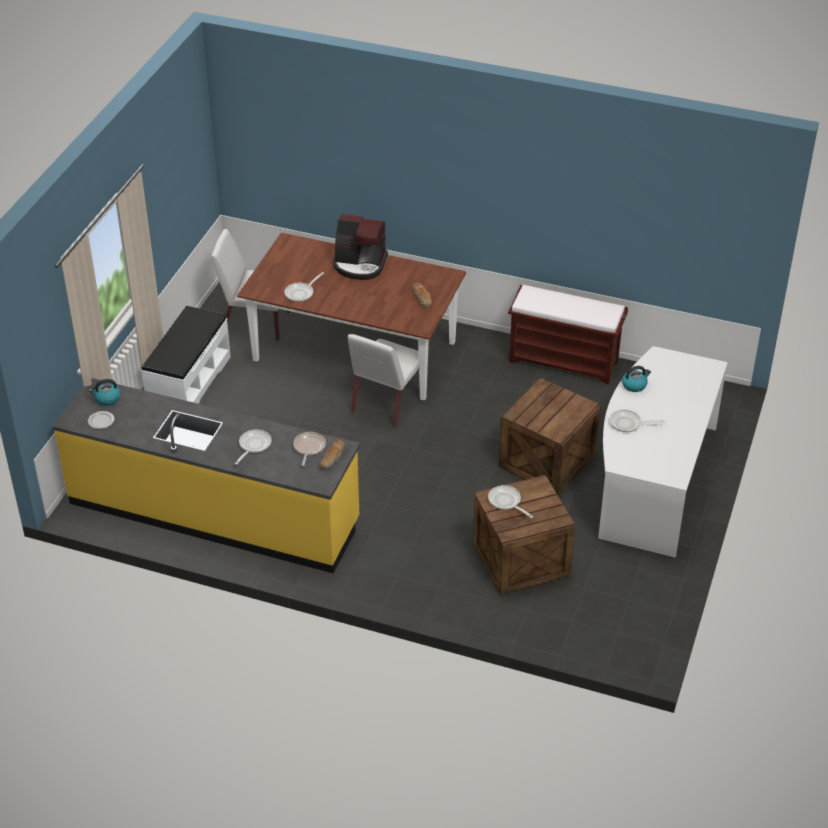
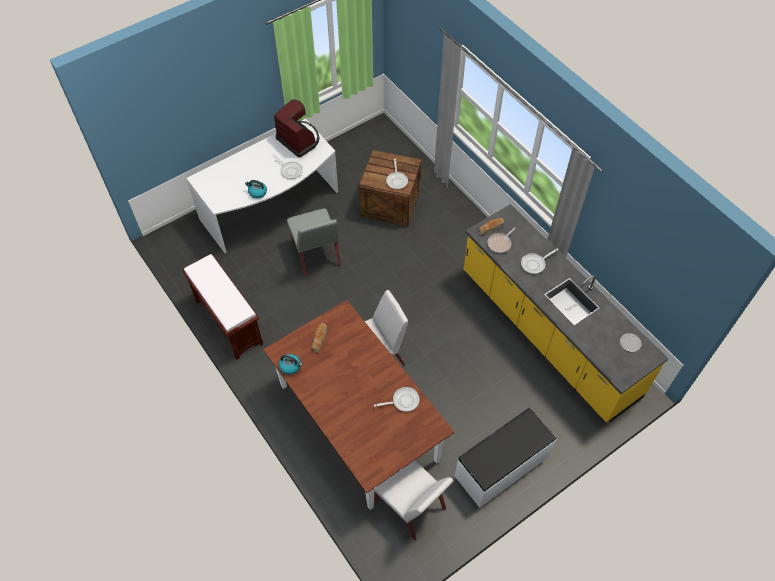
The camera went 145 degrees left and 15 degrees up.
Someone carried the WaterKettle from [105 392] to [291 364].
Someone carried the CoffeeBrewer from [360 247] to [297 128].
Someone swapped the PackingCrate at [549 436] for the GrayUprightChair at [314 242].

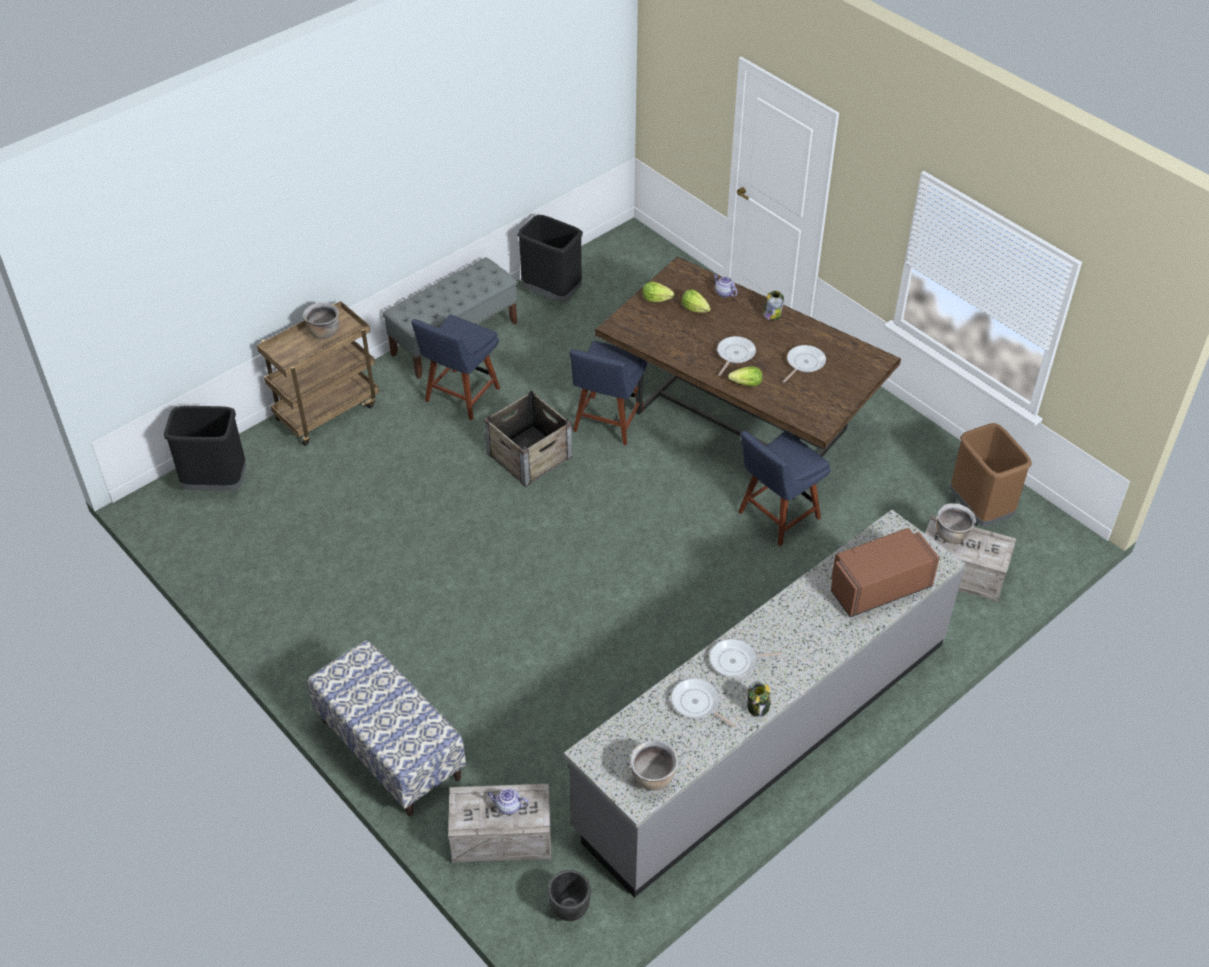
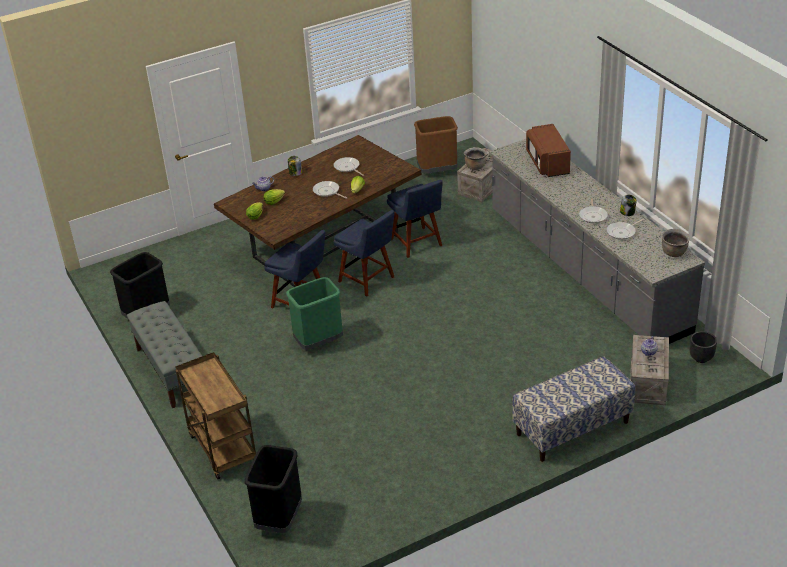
The camera went 75 degrees left and 10 degrees down.
Someone took away the BrownColouredStockpot at [321 321].
Someone carried the BlueUprightChair from [455 367] to [364 253].
Someone swapped the PackingCrate at [528 438] for the GreenishWasteBin at [314 313].

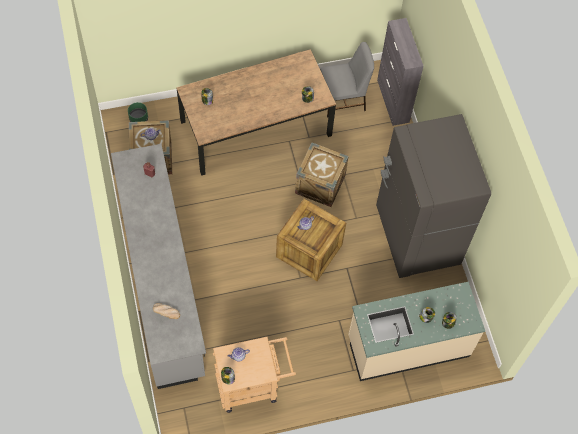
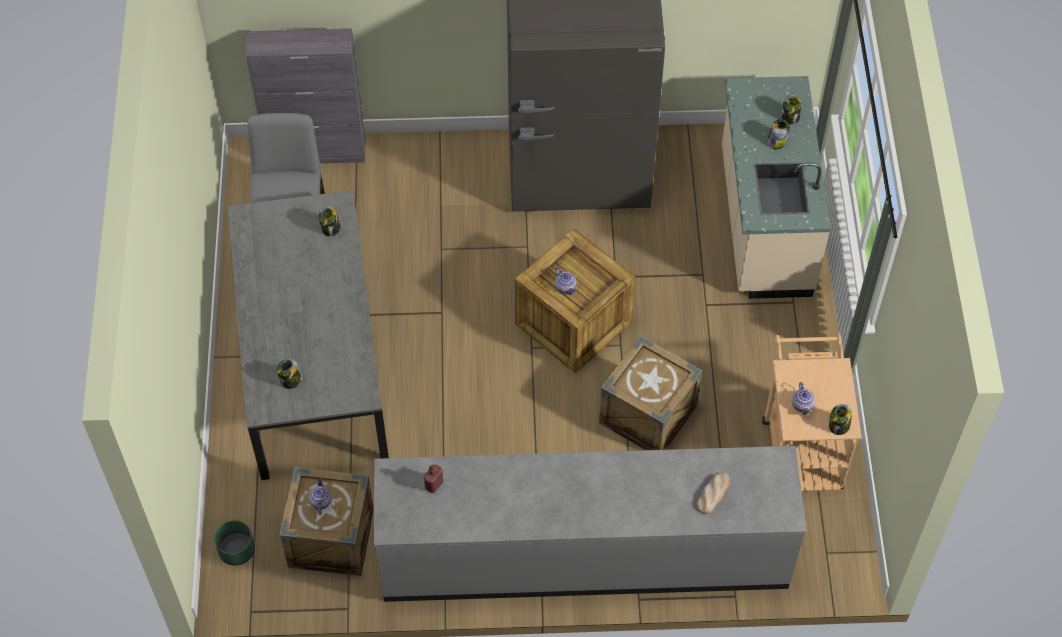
The camera went 75 degrees left and 5 degrees down.
Someone repainted the BrownColouredDiningTable at [256 112], which became the GrayDiningTable at [308 335].
Someone carried the PackingCrate from [322 174] to [650 393].

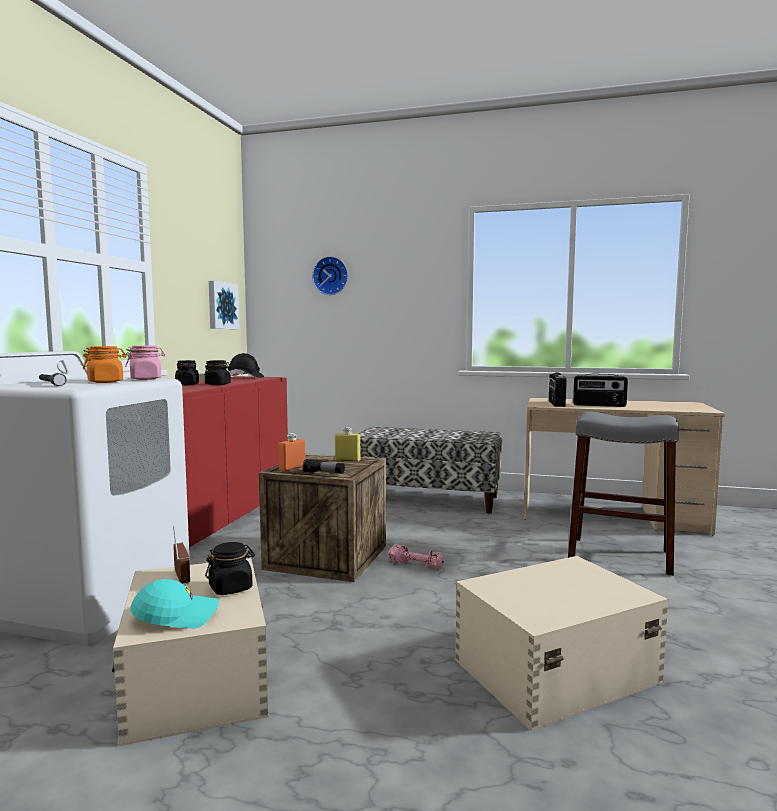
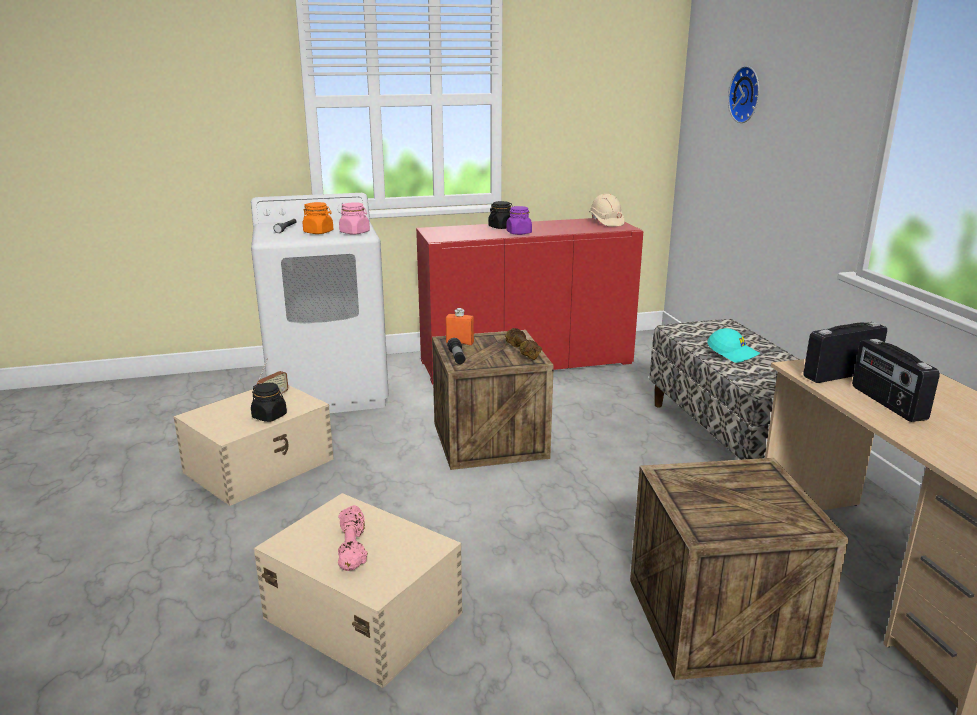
The camera went 60 degrees right and 15 degrees up.
Someone carried the TurquoiseColouredPeakedCap from [174 604] to [733 345].
Someone repainted the BlackJar at [217 372], which became the PurplishJar at [519 220].
Someone took away the WallPicture at [224 305].
Someone repainted the BlackHardHat at [246 365], which became the BeigeHardHat at [606 210].
Someone swapped the YellowColouredBeverageBottle at [348 444] for the BrownColouredHandWeight at [523 344].
Someone carried the PinkColouredHandWeight from [416 557] to [353 538].
Someone swapped the GraySittingStool at [623 493] for the PackingCrate at [739 569].

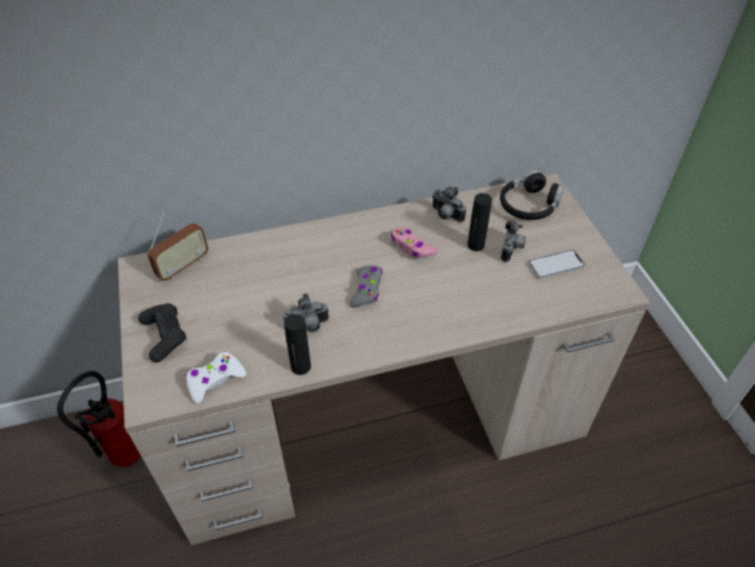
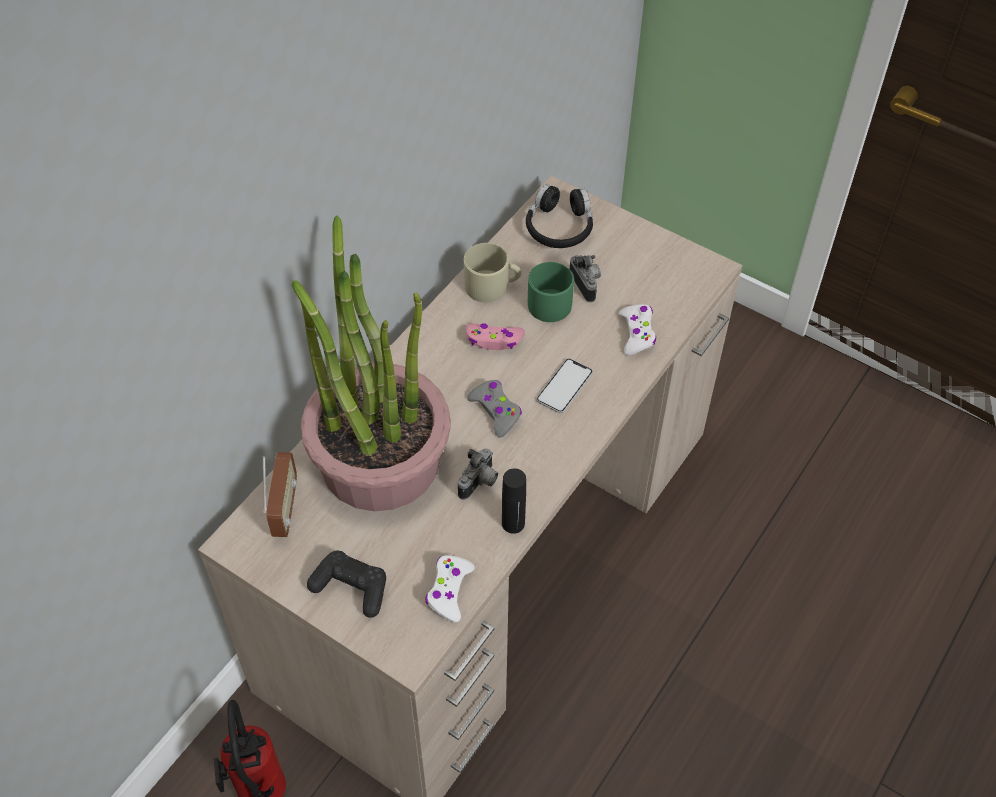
The camera went 40 degrees left and 5 degrees up.
Someone swapped the StillCamera at [449 204] for the BeigeTeaMug at [492 273].
Someone swapped the BlackBeverageBottle at [479 222] for the GreenishTeaMug at [551 292].
Someone carried the Phone from [556 264] to [564 386].
Someone put down the PottedPlant at [371 363].
Someone put down the WhiteColouredGameController at [637 330].

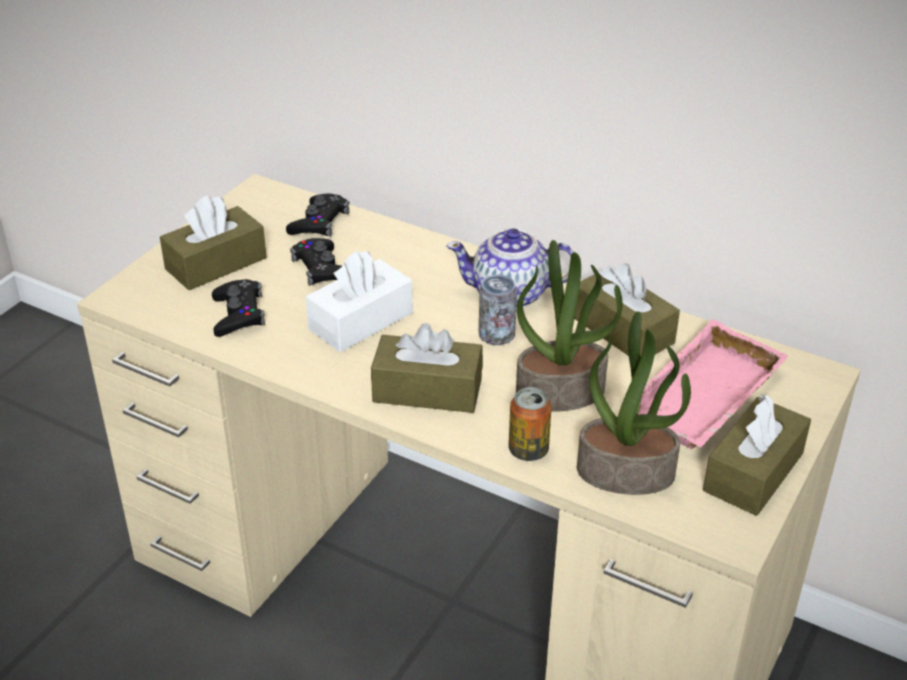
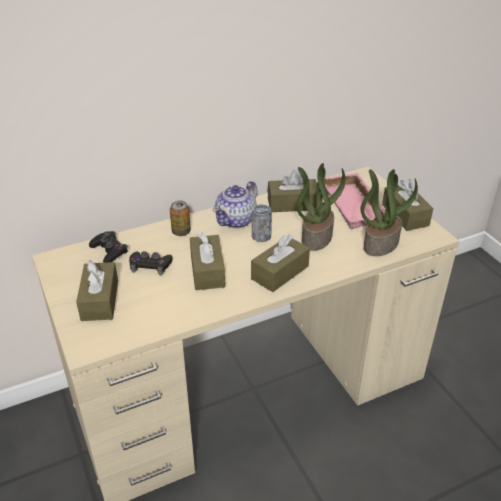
The camera went 55 degrees left and 0 degrees up.
Someone took away the BlackGameController at [238 308].
Someone repainted the WhiteColouredBoxOfTissues at [359 301], which became the BrownColouredBoxOfTissues at [207 261].
Someone carried the SealedCan from [530 424] to [180 218].

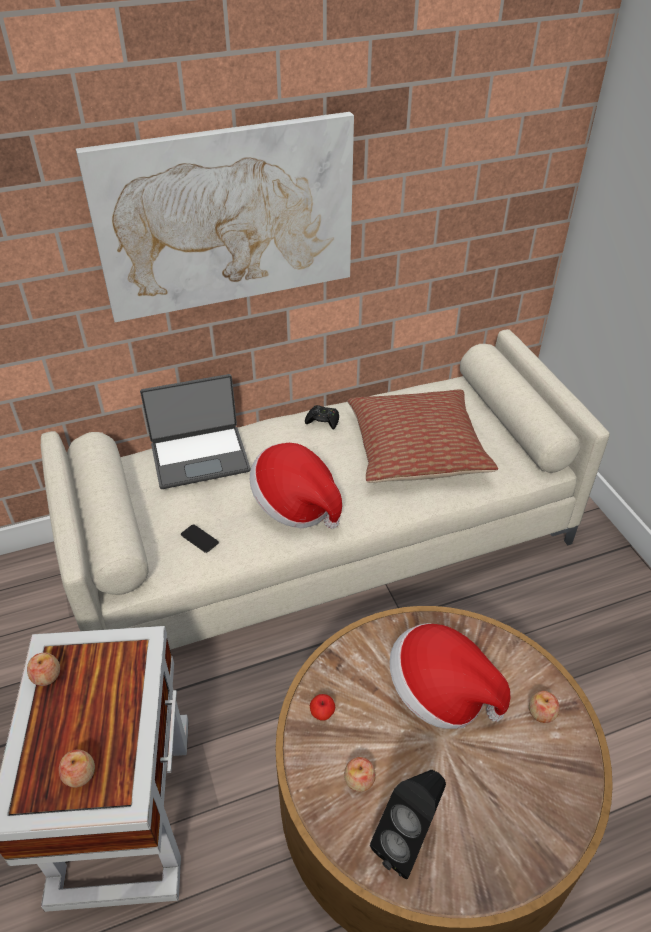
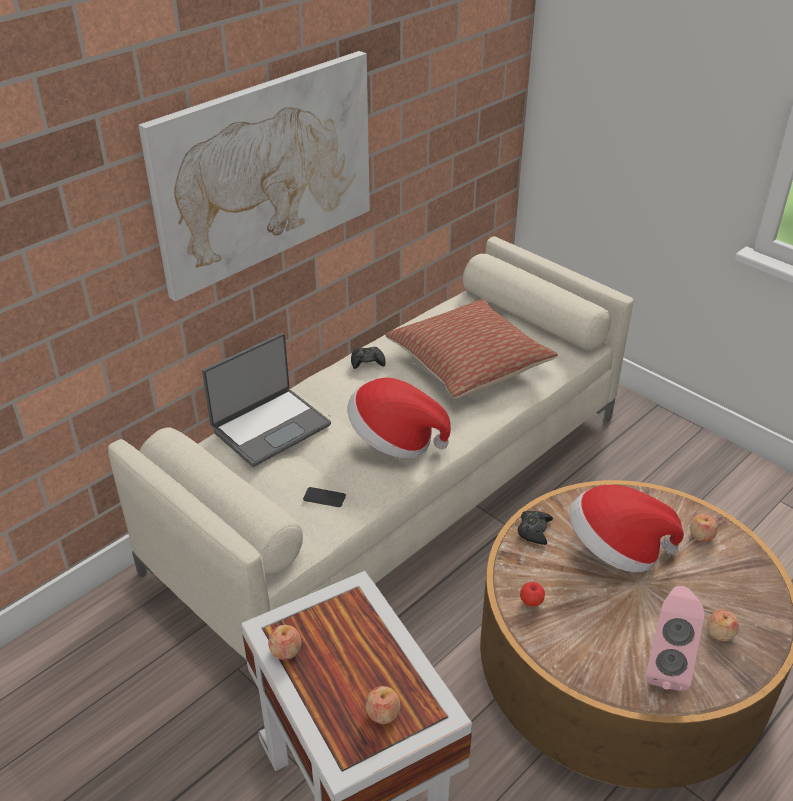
The camera went 25 degrees left and 5 degrees down.
Someone carried the WholeApple from [360 774] to [723 626].
Someone repainted the BlackAudioSpeaker at [408 824], which became the PinkColouredAudioSpeaker at [674 638].
Someone put down the BlackGameController at [535 528].

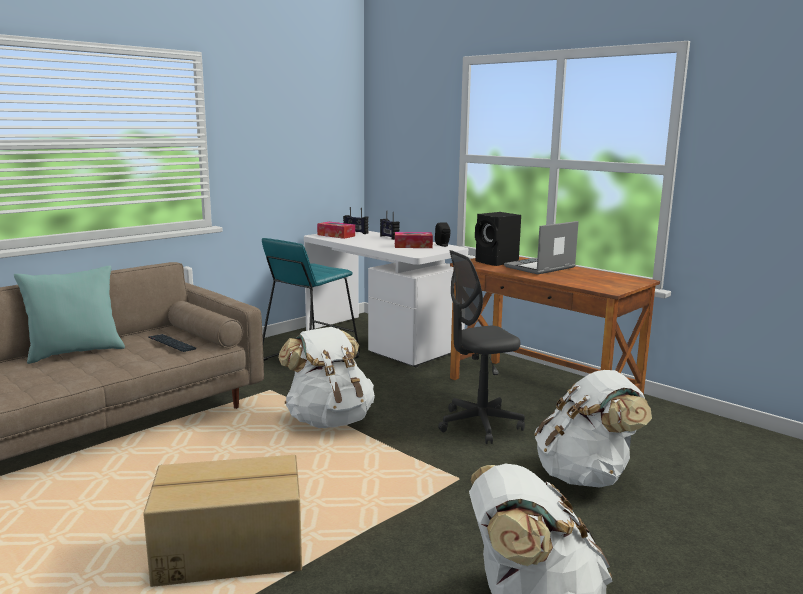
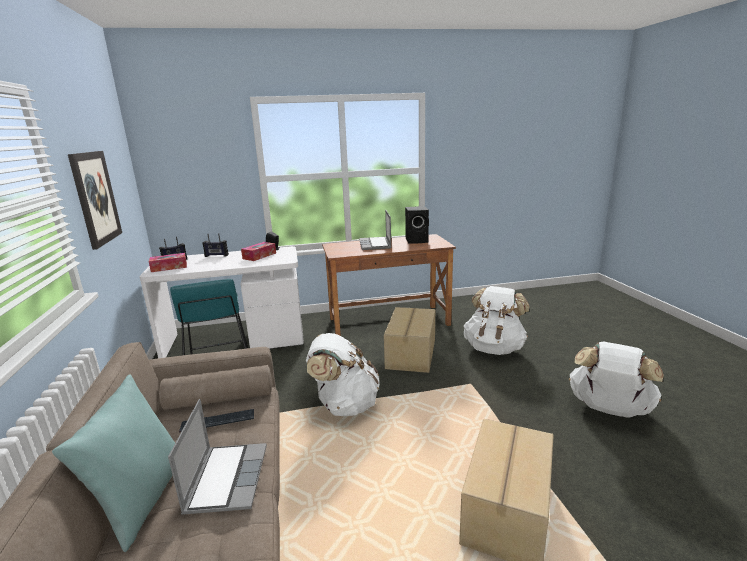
The camera went 55 degrees left and 5 degrees up.
Someone swapped the GrayOfficeChair at [481 347] for the CardboardBox at [409 340].
Someone carried the BlackAudioSpeaker from [498 239] to [417 225].
Someone put up the WallPicture at [95 200].
Someone put down the NotebookComputer at [217 457].

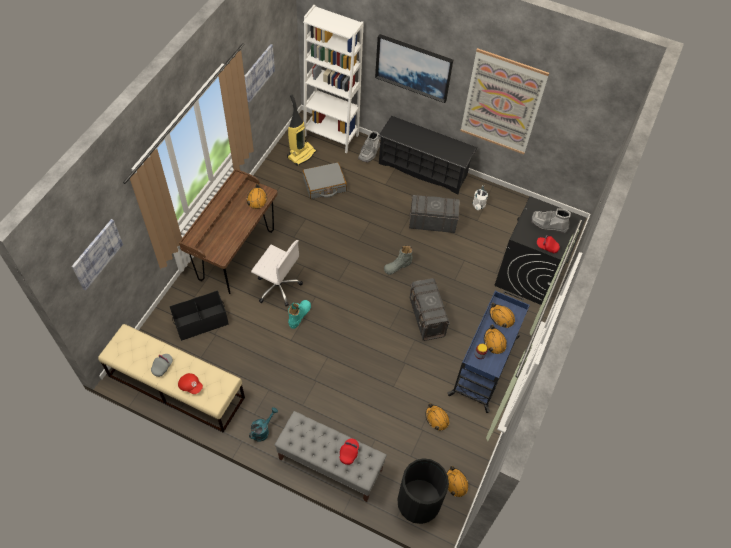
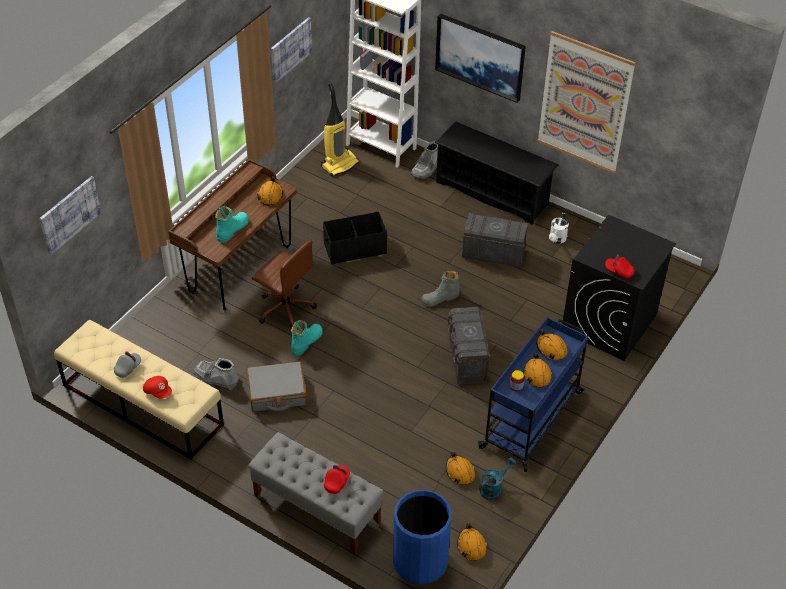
The camera went 10 degrees right and 10 degrees down.
Someone carried the BlackStorageBin from [199 315] to [355 237].
Someone carried the TurquoiseColouredWateringPot from [263 424] to [497 478].
Someone repainted the WhiteColouredOfficeChair at [277 273], which became the BrownColouredOfficeChair at [284 284].
Someone carried the GrayTravelCase from [324 180] to [276 386].
Someone repainted the BlackWasteBin at [423 491], which became the BlueWasteBin at [422 537].
Someone carried the GrayHighTopBoot from [551 221] to [216 374].
Someone put down the TurquoiseColouredHighTopBoot at [232 224].

